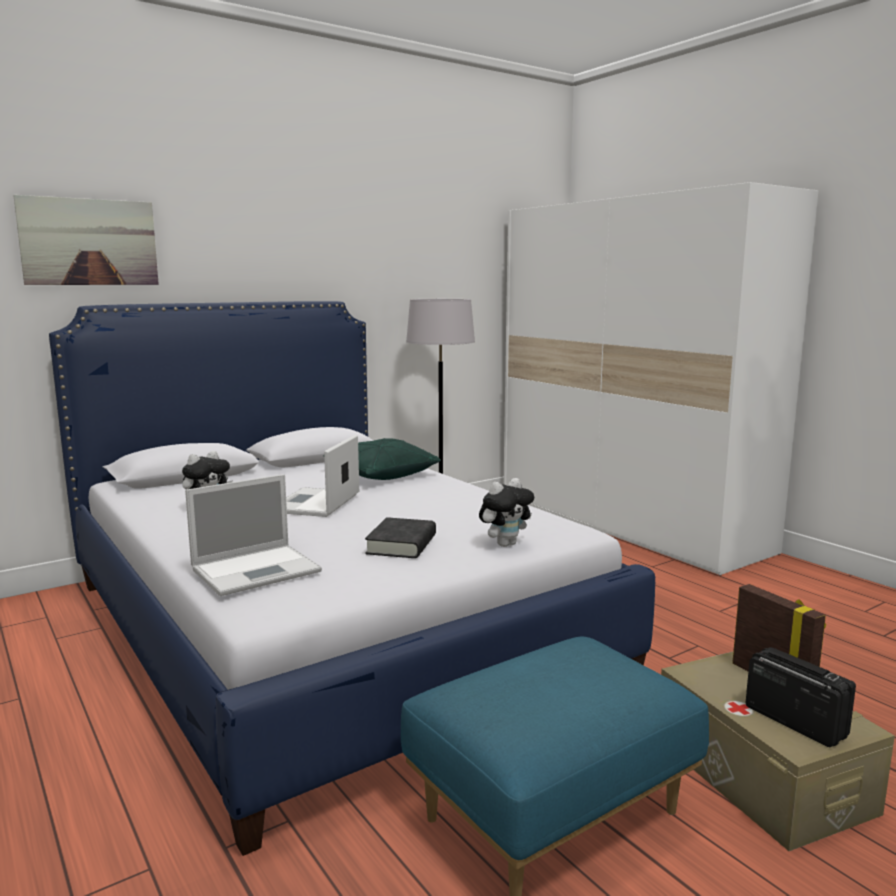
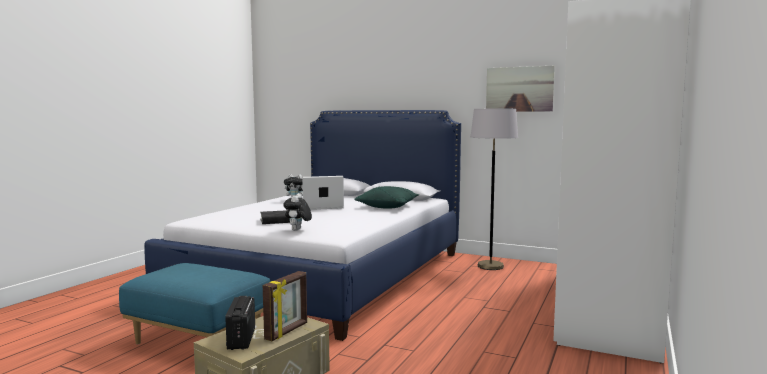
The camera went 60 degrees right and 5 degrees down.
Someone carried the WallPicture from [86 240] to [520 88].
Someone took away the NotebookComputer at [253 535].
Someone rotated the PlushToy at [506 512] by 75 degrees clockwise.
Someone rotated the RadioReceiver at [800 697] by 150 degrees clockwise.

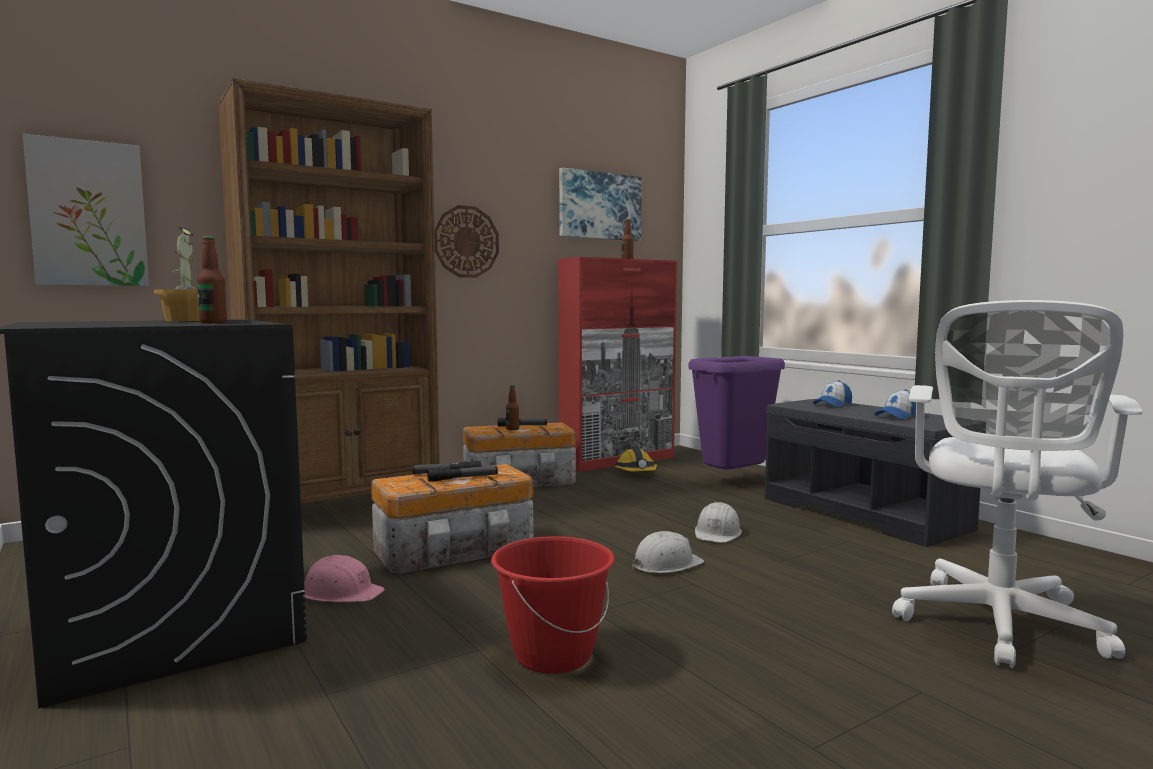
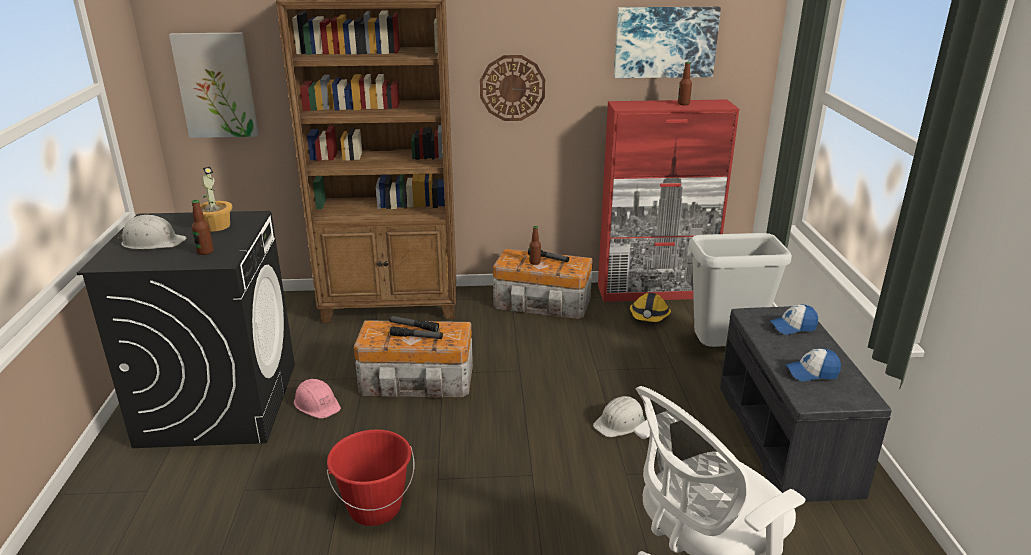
The camera went 30 degrees right and 20 degrees up.
Someone carried the WhiteColouredHardHat from [668 552] to [152 232].
Someone repainted the PurplishWasteBin at [737 413], which became the GrayWasteBin at [740 290].

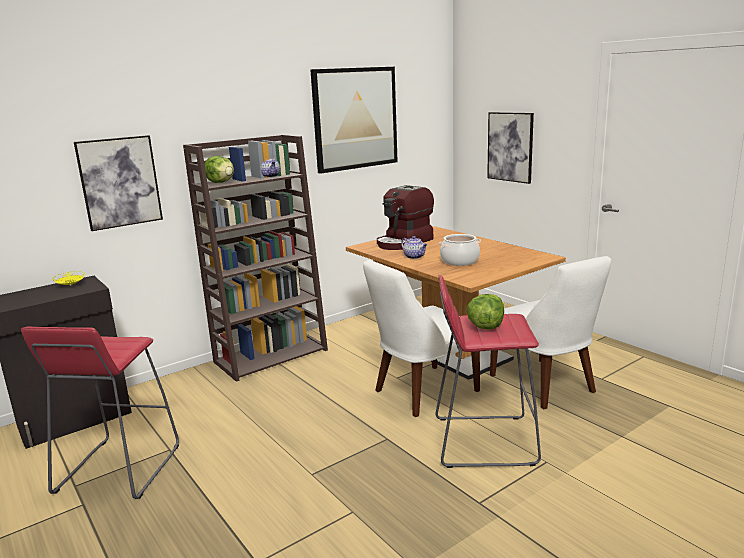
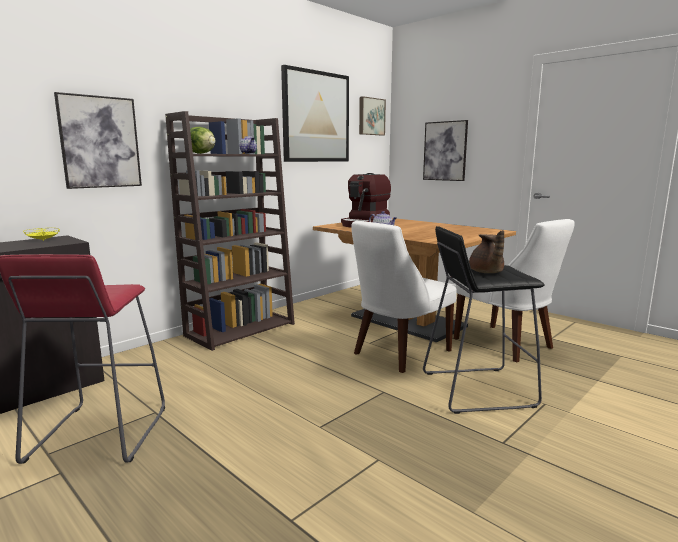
The camera went 10 degrees left and 5 degrees down.
Someone repainted the RedColouredSittingStool at [488 371], which became the BlackSittingStool at [484 320].
Someone took away the Stockpot at [460 250].
Someone swapped the Lettuce at [485 311] for the BrownColouredTeaPot at [486 251].
Someone put up the WallPicture at [372 116].

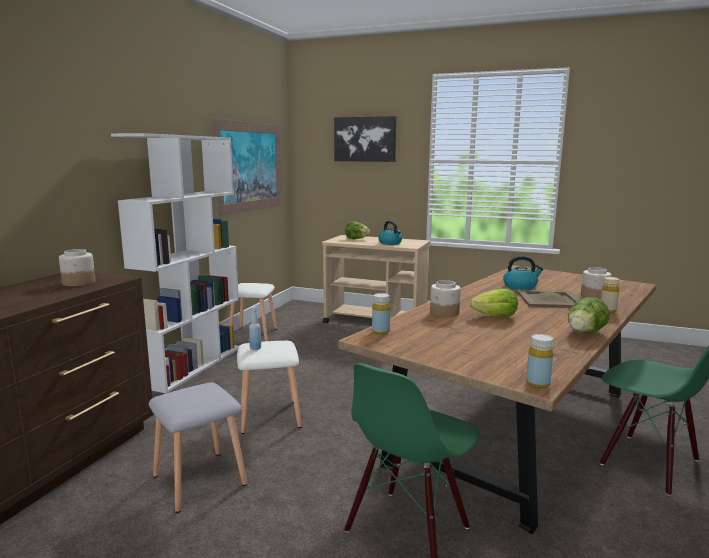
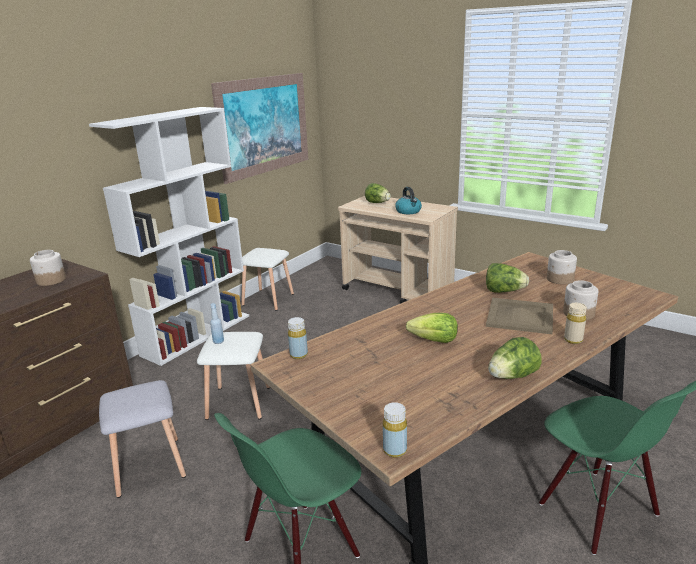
The camera went 15 degrees right and 10 degrees up.
Someone took away the WallPicture at [365 139].
Someone carried the Jar from [445 298] to [562 267].
Someone swapped the WaterKettle at [523 273] for the Lettuce at [507 278].

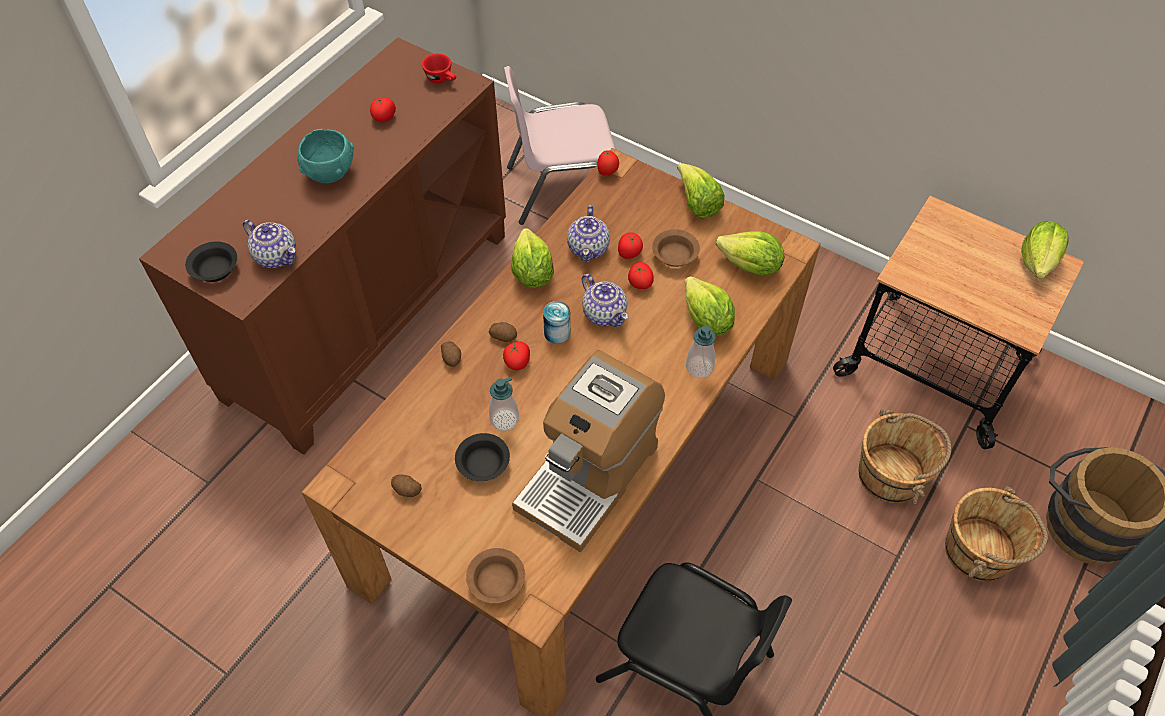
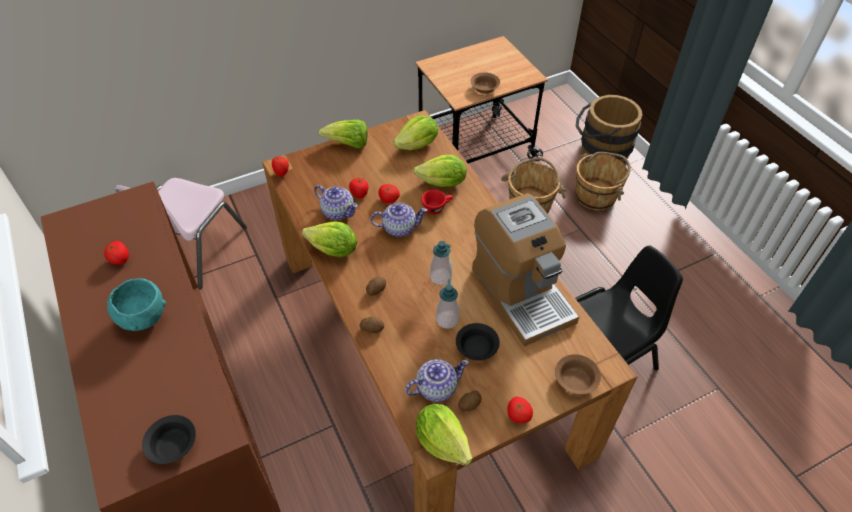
The camera went 60 degrees left and 5 degrees down.
Someone carried the TeaPot from [269 243] to [437 380].
Someone carried the RedColouredCup from [439 68] to [437 202].
Someone carried the Tomato from [516 355] to [520 410].
Someone took away the SealedCan at [556 322].
Someone carried the BrownColouredBowl from [676 248] to [485 83].
Someone carried the LiquidSoapBottle from [701 351] to [441 263].
Someone carried the Lettuce from [1044 250] to [444 435].

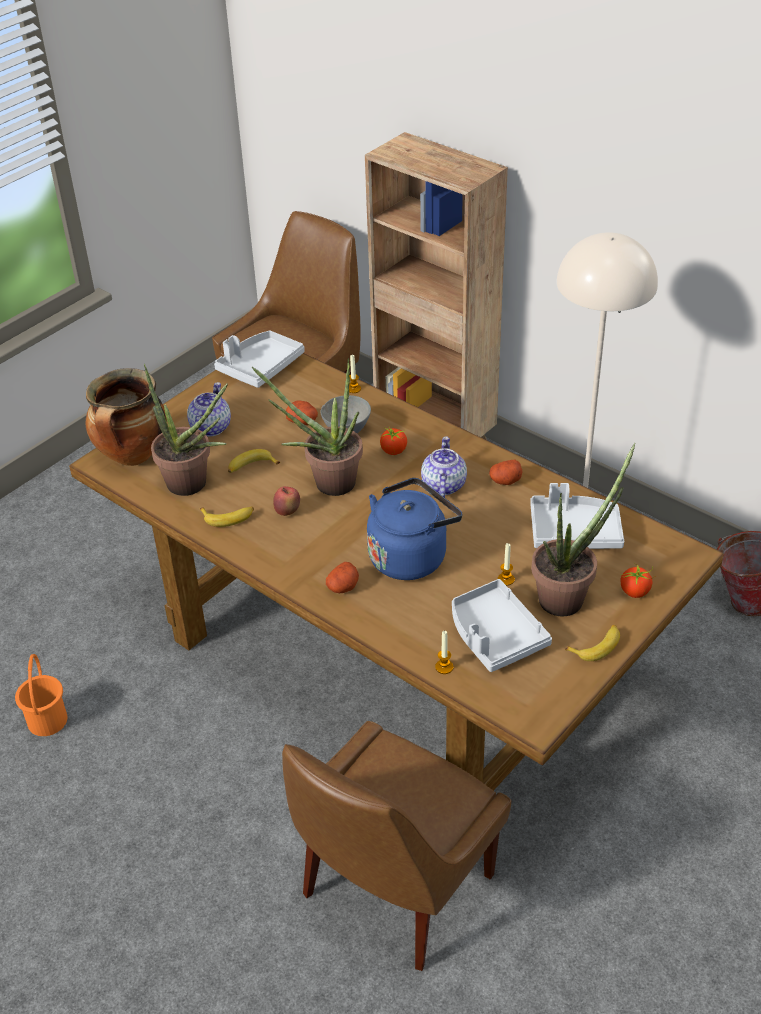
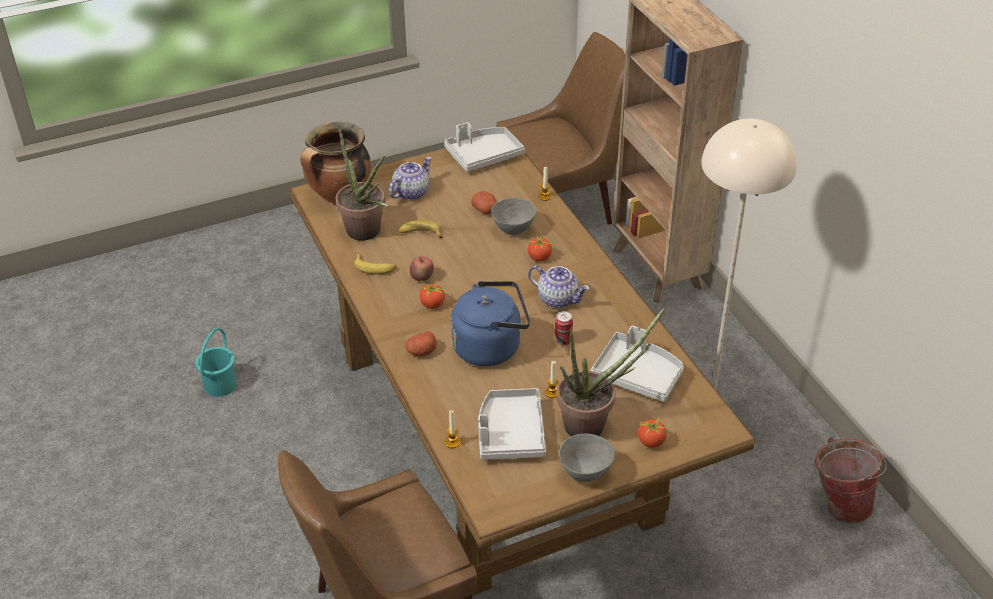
The camera went 25 degrees right and 0 degrees up.
Someone repainted the OrangeyBucket at [41 695], which became the TurquoiseColouredBucket at [216 362].
Someone took away the PottedPlant at [307 427].
Someone rotated the TeaPot at [444 467] by 90 degrees clockwise.
Someone took away the WholePotato at [506 472].
Someone swapped the Banana at [592 643] for the GrayBowl at [587 458].
Someone put down the Tomato at [432 295].
Someone put down the SealedCan at [564 328].

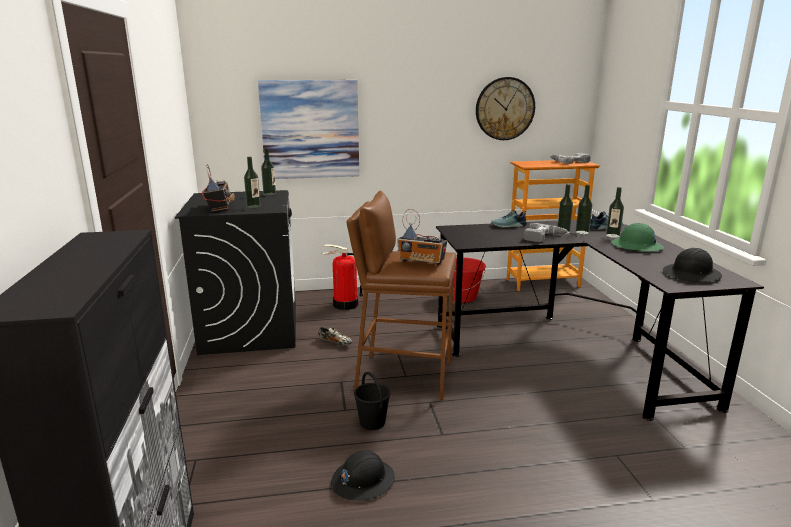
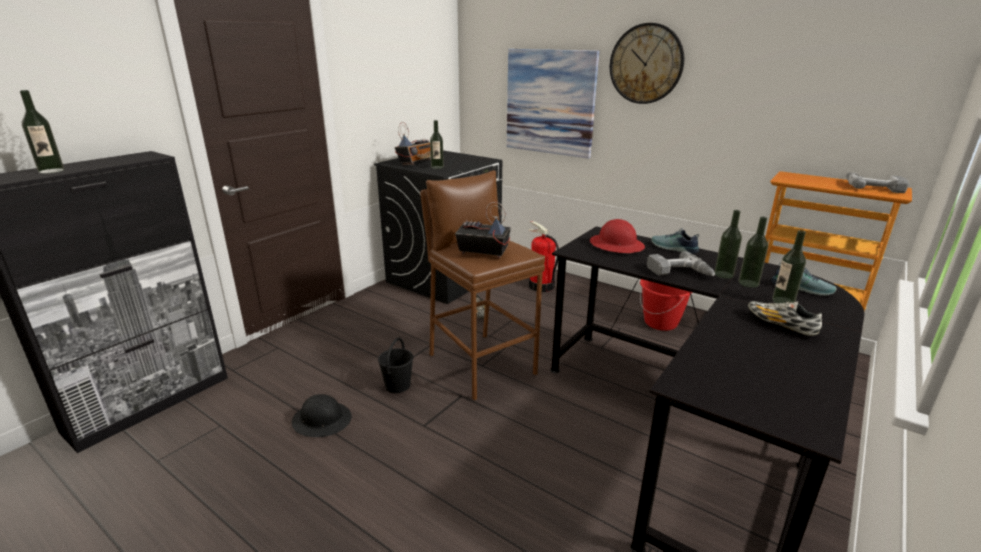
The camera went 45 degrees right and 5 degrees up.
Someone carried the BeverageBottle from [268 172] to [42 132].
Someone rotated the RadioReceiver at [422 237] by 135 degrees clockwise.
Someone carried the HangingClock from [505 108] to [647 63].
Someone swapped the GreenishHardHat at [638 237] for the LowShoe at [785 318].
Someone took away the BlackHardHat at [692 265].
Someone put down the RedColouredHardHat at [617 236].

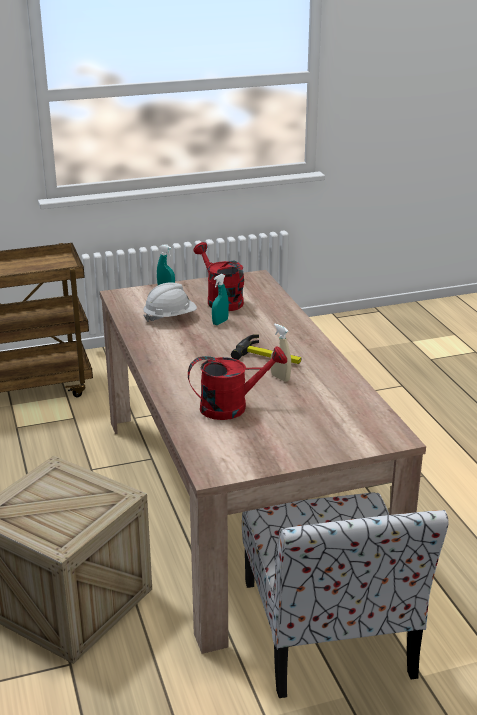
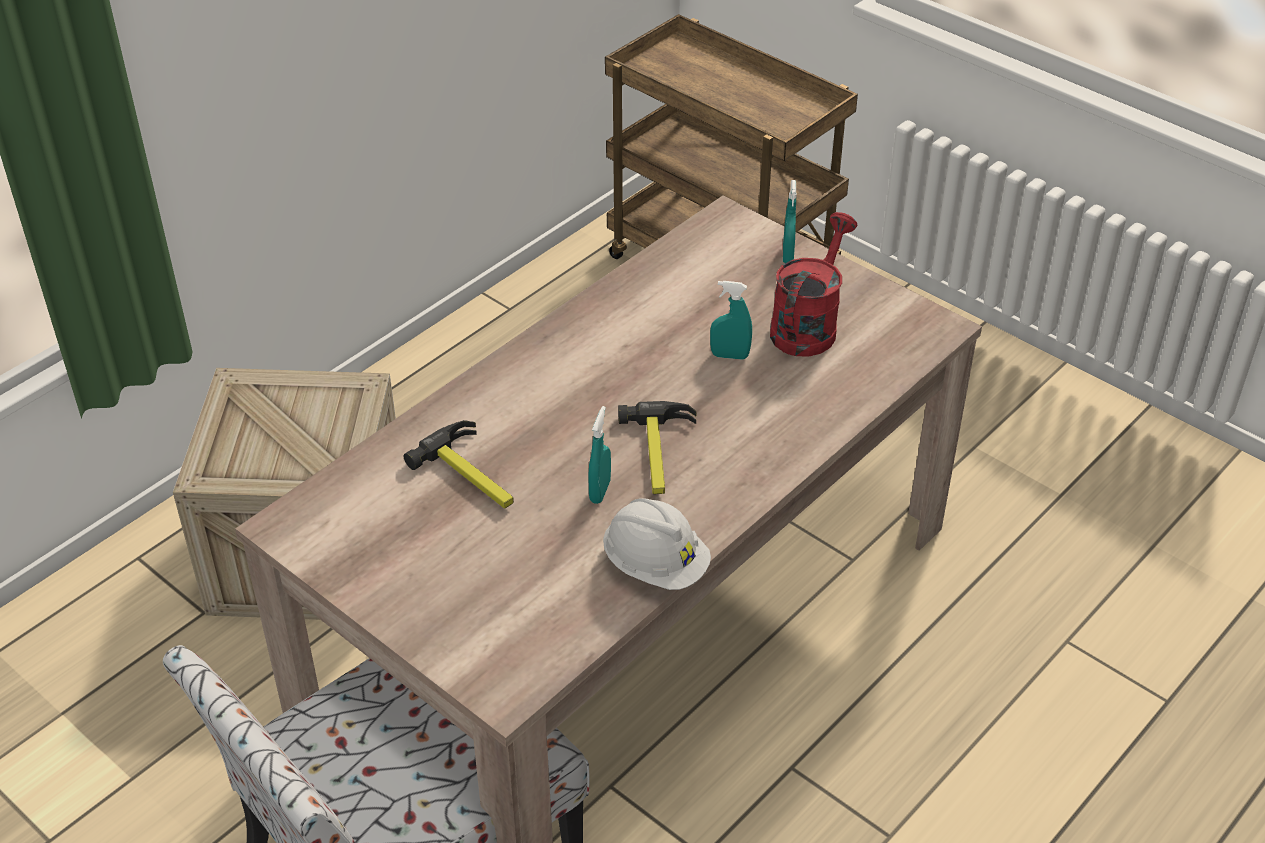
The camera went 60 degrees right and 15 degrees up.
Someone carried the WhiteColouredHardHat from [170 302] to [657 544].
Someone swapped the RedColouredWateringPot at [237 383] for the Hammer at [459 464].
Someone repainted the BeigeSprayer at [281 353], which became the TurquoiseColouredSprayer at [599 455].

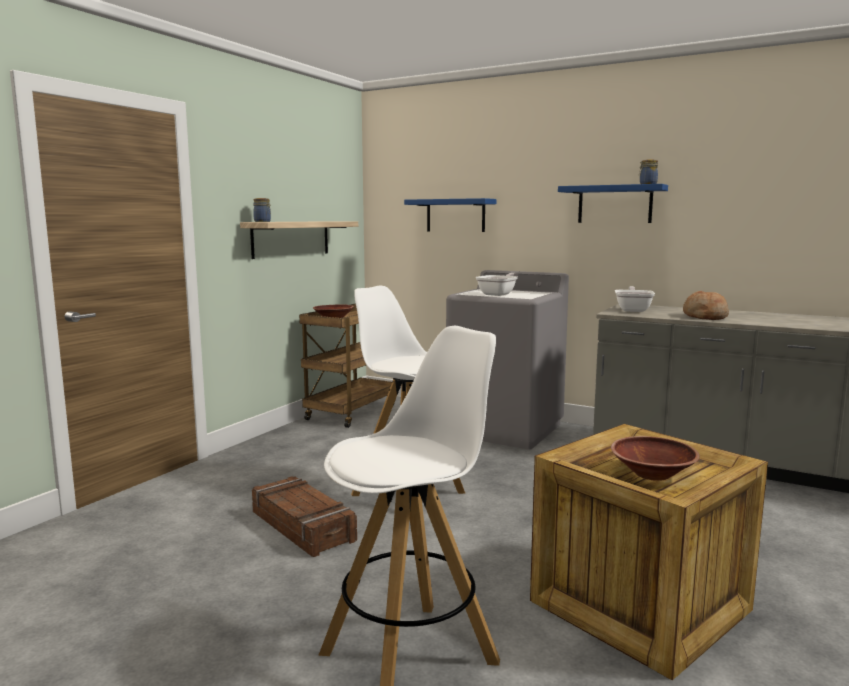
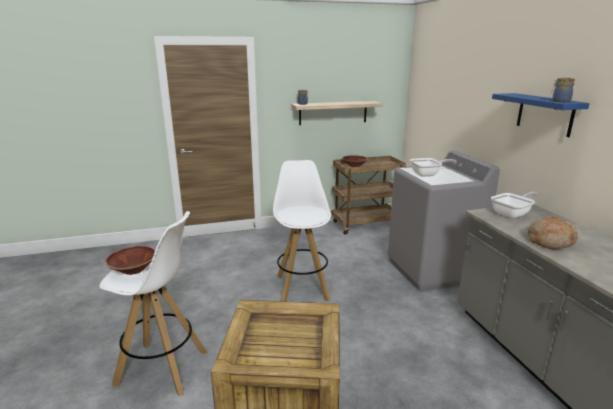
The camera went 45 degrees right and 10 degrees up.
Someone took away the PackingCrate at [304 516].
Someone took away the BlueShelf at [450 215].
Someone carried the BrownColouredBowl from [655 458] to [129 260].

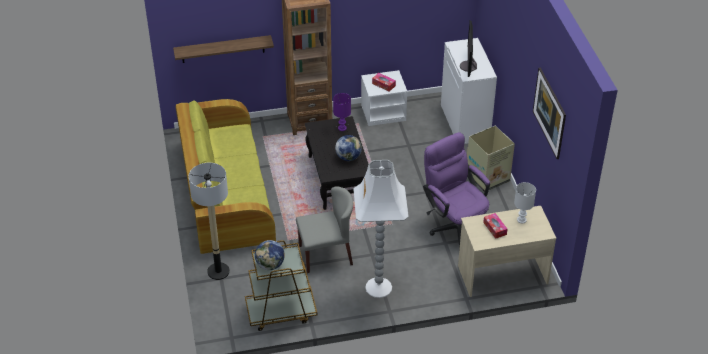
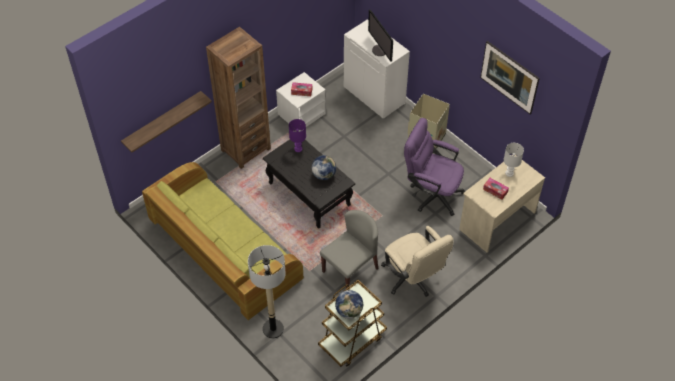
The camera went 30 degrees left and 10 degrees up.
Someone swapped the WhiteColouredStandardLamp at [381 229] for the BeigeOfficeChair at [417 261].

